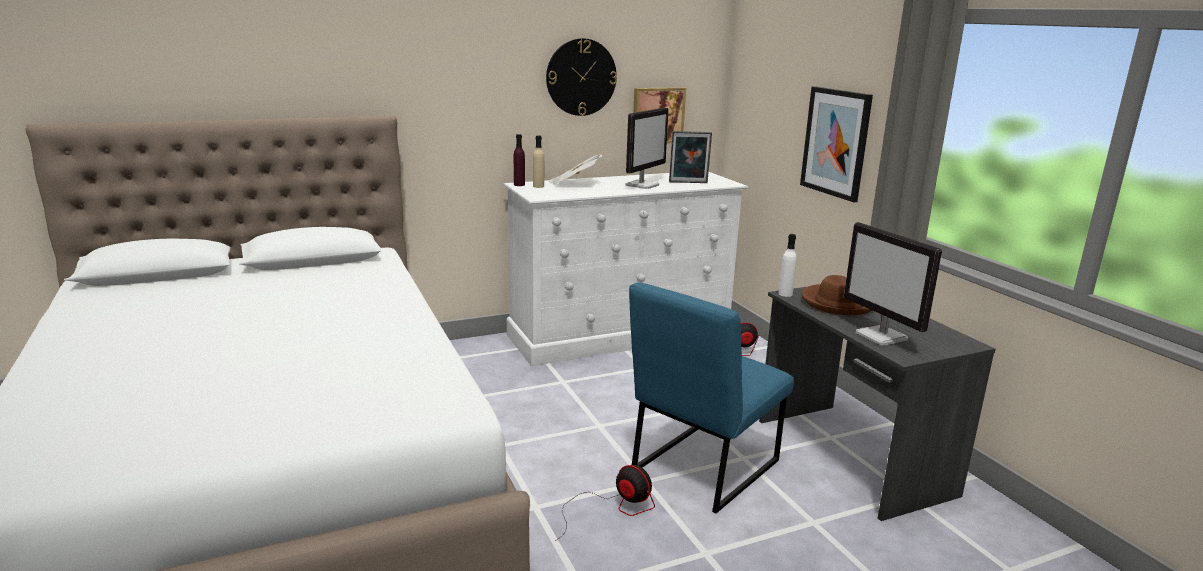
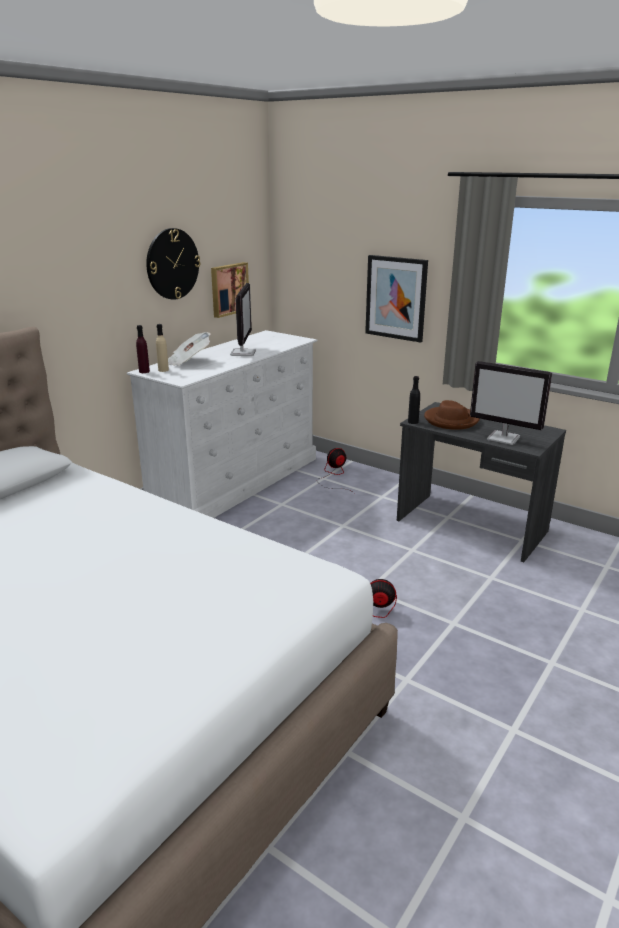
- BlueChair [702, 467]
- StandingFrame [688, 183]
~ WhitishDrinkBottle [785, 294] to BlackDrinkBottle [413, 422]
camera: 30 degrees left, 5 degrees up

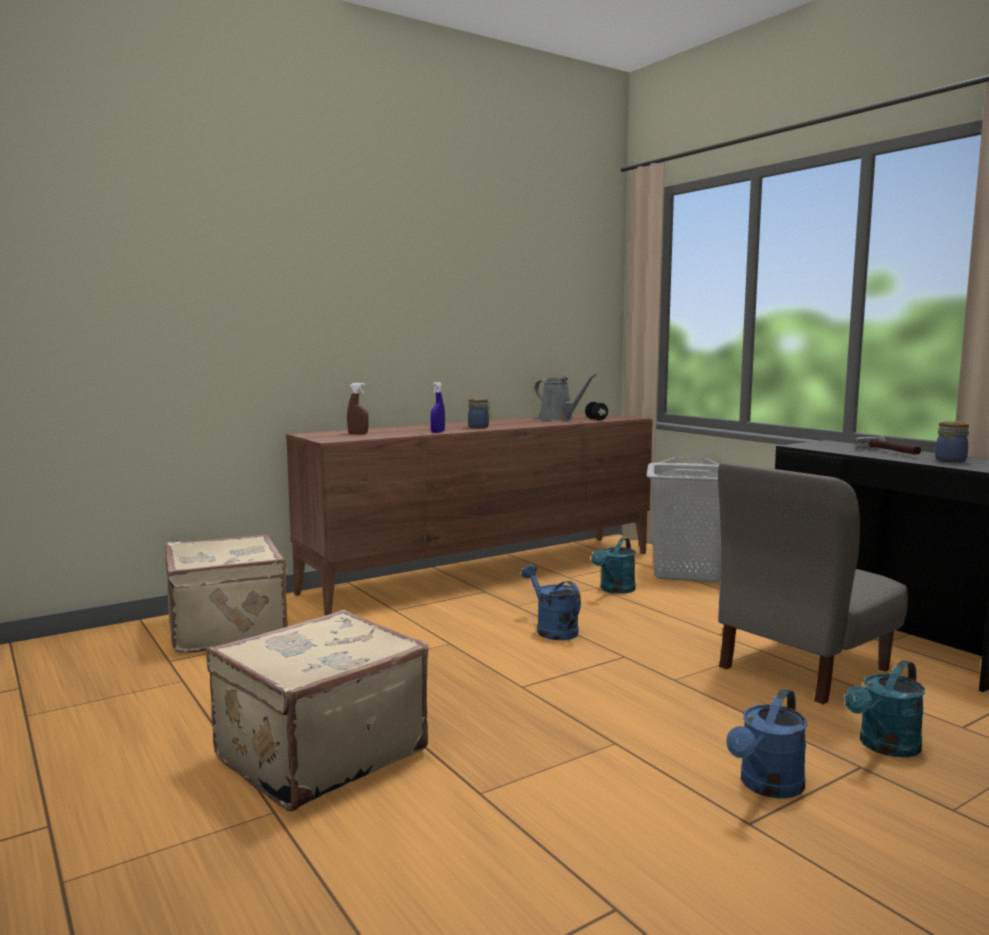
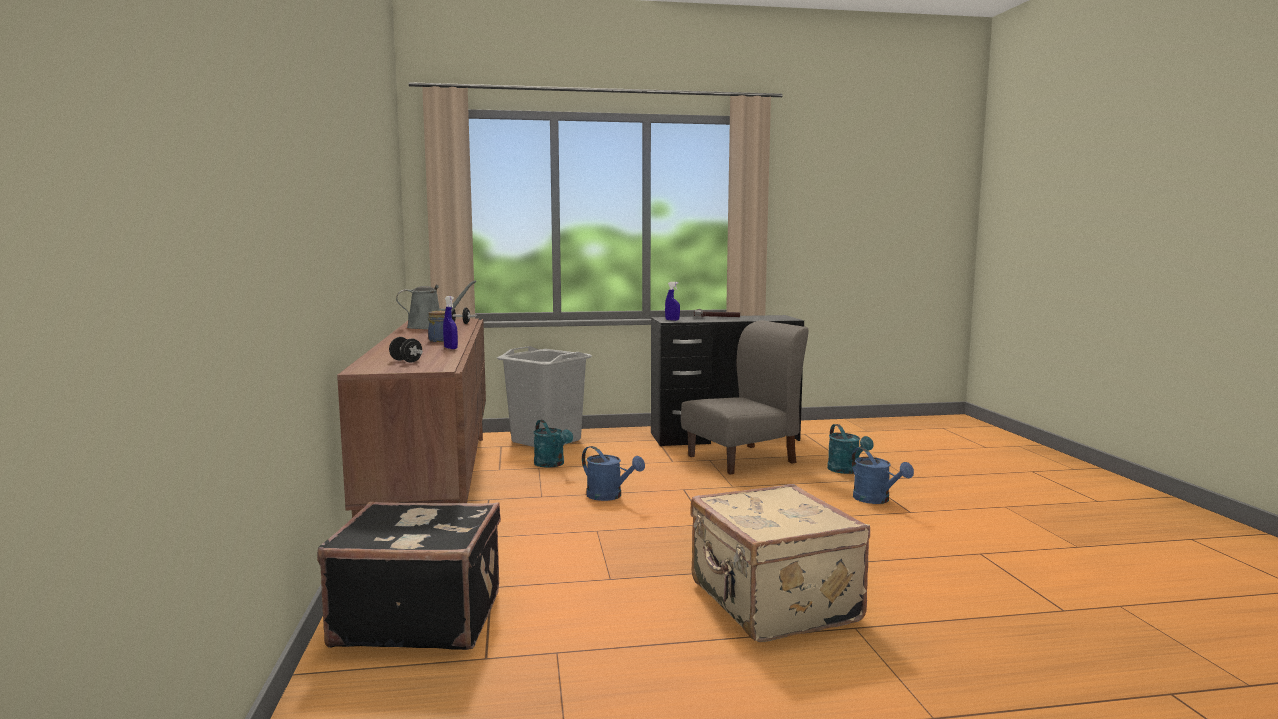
- StorageJar [951, 460]
+ BlueHandSprayer [672, 320]
~ BrownHandSprayer [358, 434] to BlackFreeWeight [406, 361]
~ BeigeColouredPieceOfLuggage [229, 627] to BlackPieceOfLuggage [419, 617]
~ BlueWateringCan [552, 629] = [609, 496] 135 degrees counterclockwise
~ GrayChair [801, 668] = [742, 459] 105 degrees counterclockwise
camera: 65 degrees left, 0 degrees up

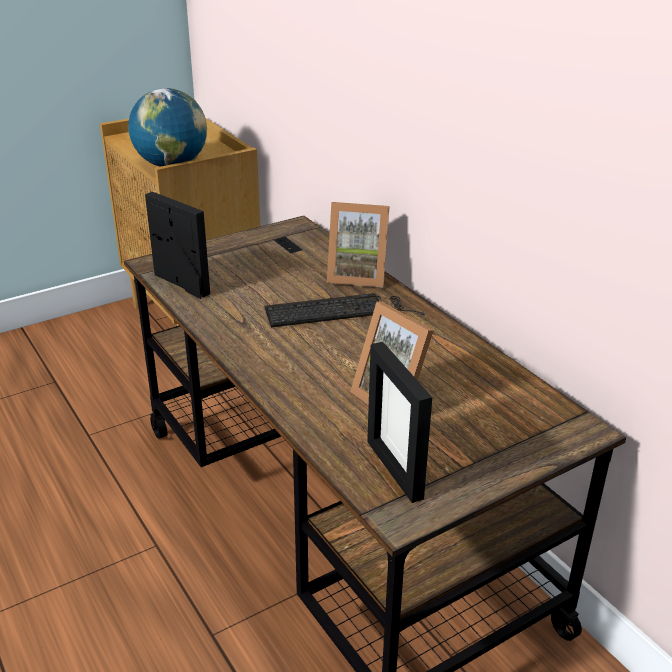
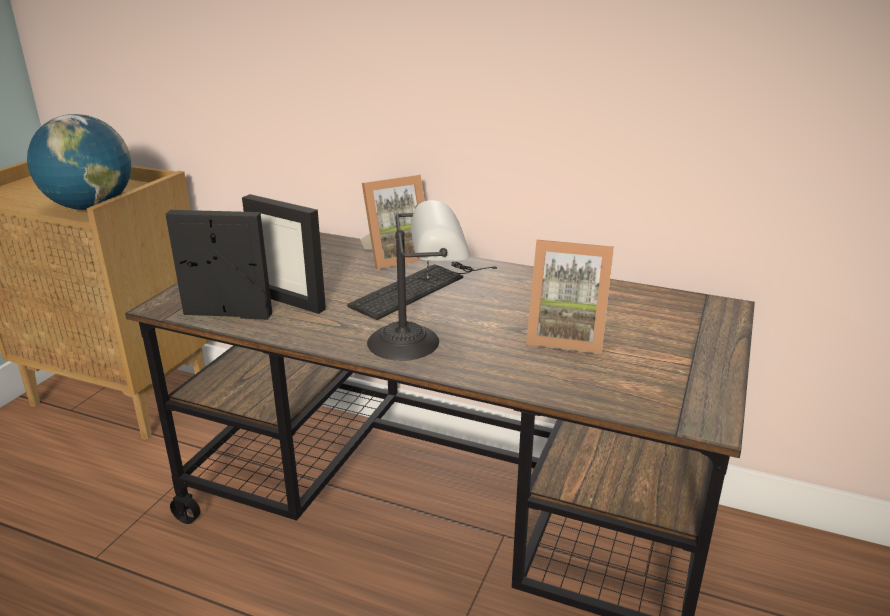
+ TabletopLamp [418, 340]
~ StandingFrame [396, 468] to [290, 300]
camera: 35 degrees left, 5 degrees down

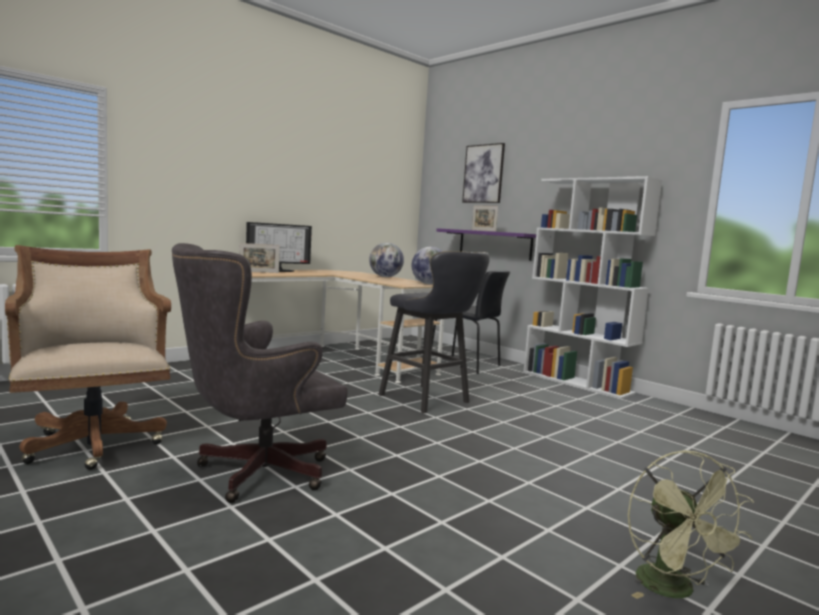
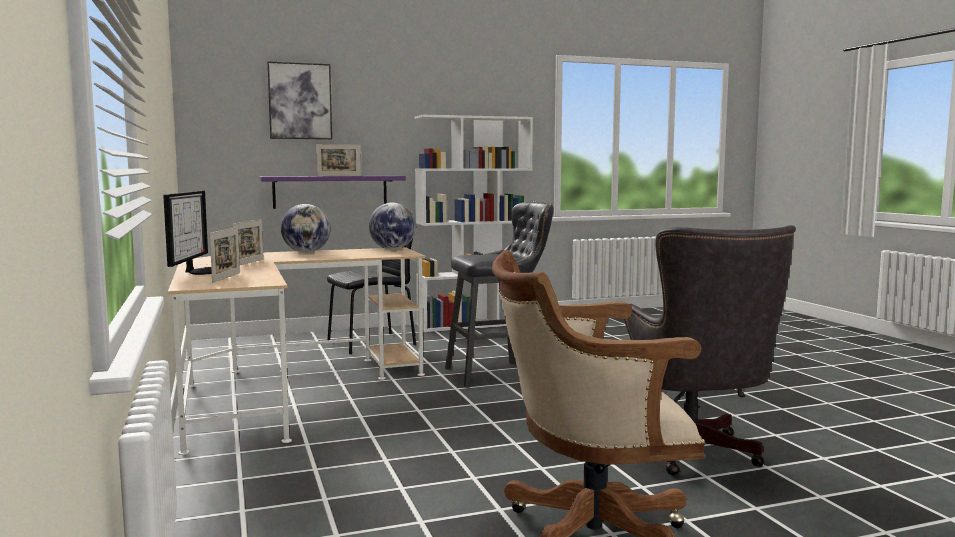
- GreenishCoolingFan [674, 591]
+ StandingFrame [249, 263]
camera: 65 degrees left, 0 degrees up

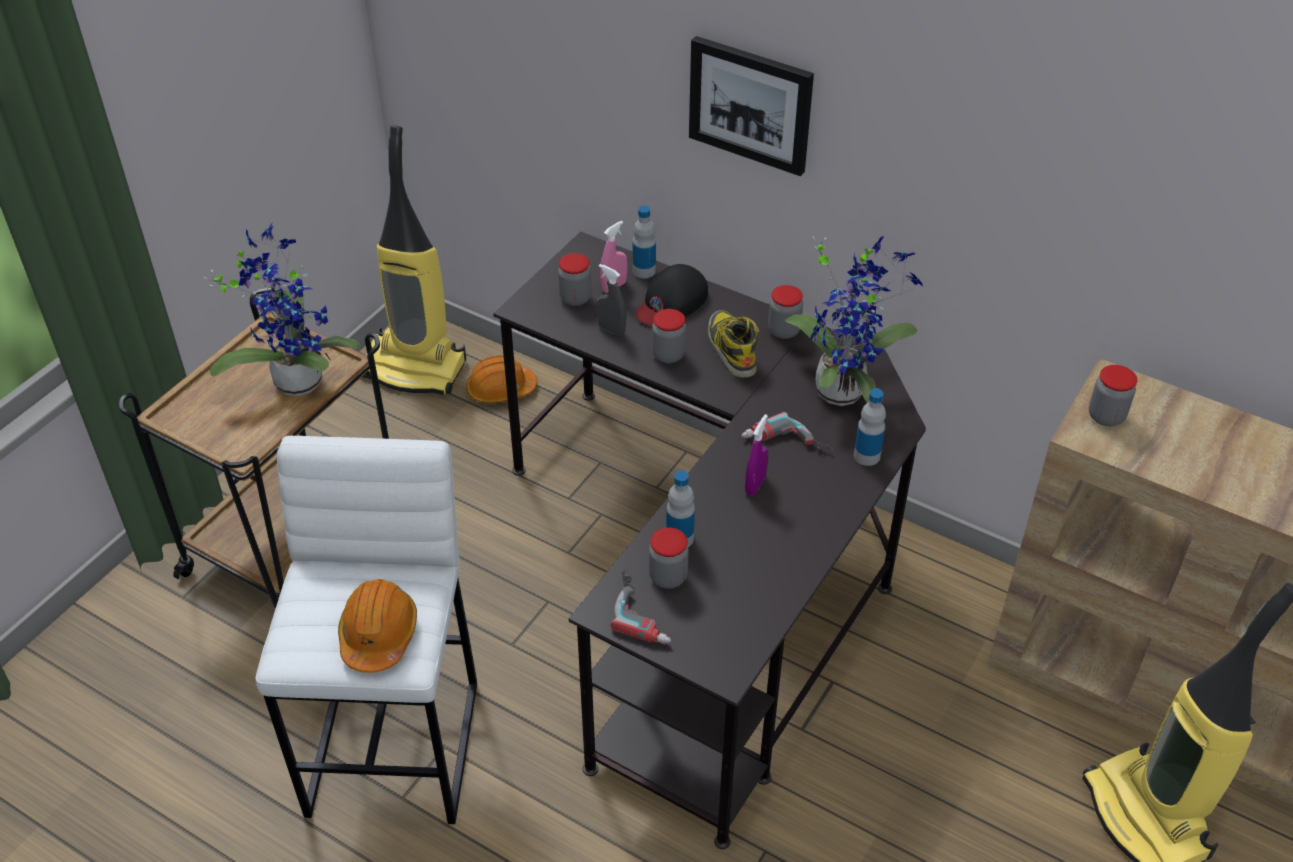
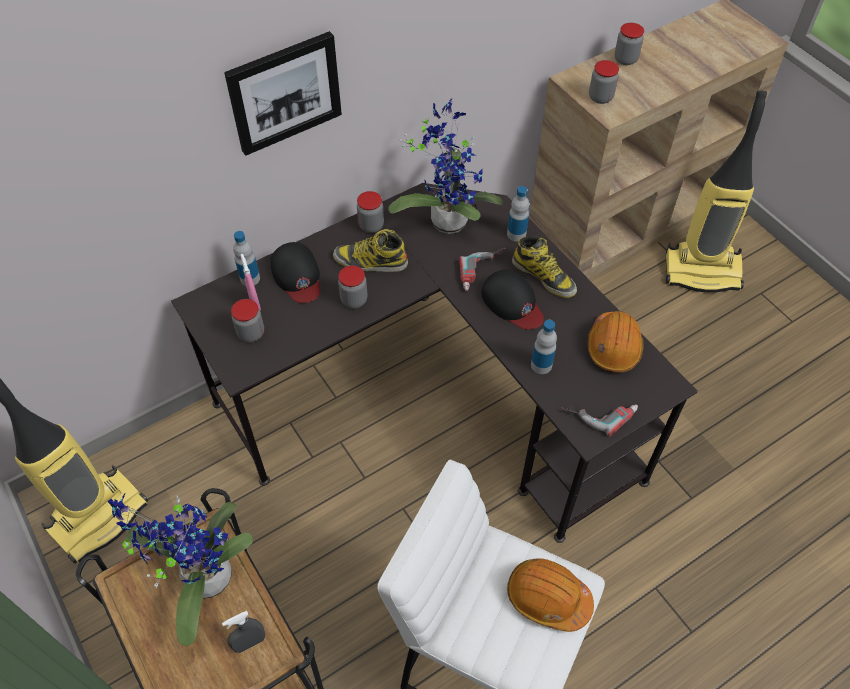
+ HighTopBoot [544, 276]
~ OrangeyWorkHelmet [501, 390] to [613, 347]
~ GrayHandSprayer [611, 329] to [250, 643]
~ StorageJar [668, 577] to [625, 59]
~ PurpleHandSprayer [755, 485] to BlackBaseballCap [512, 303]
camera: 65 degrees left, 10 degrees up

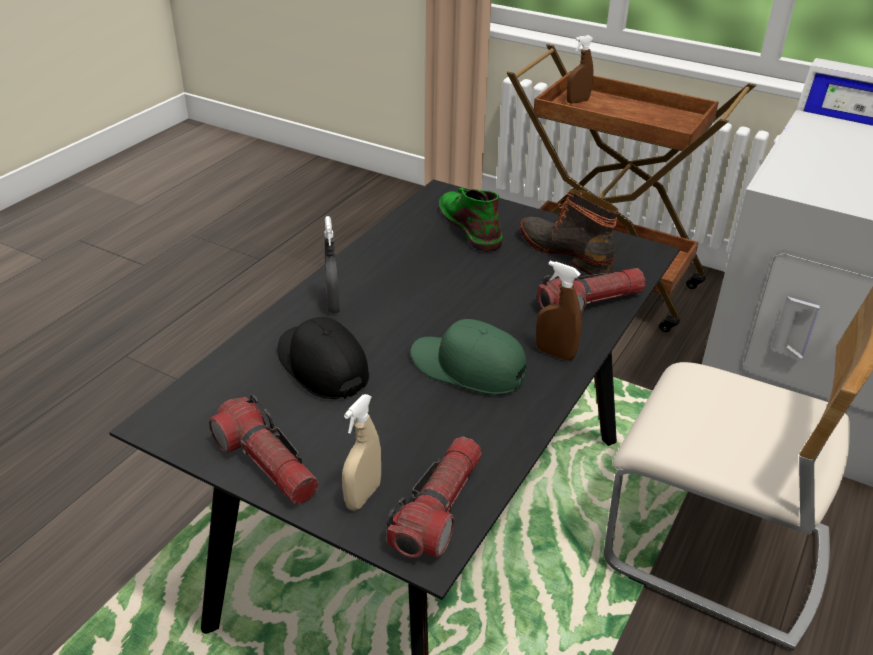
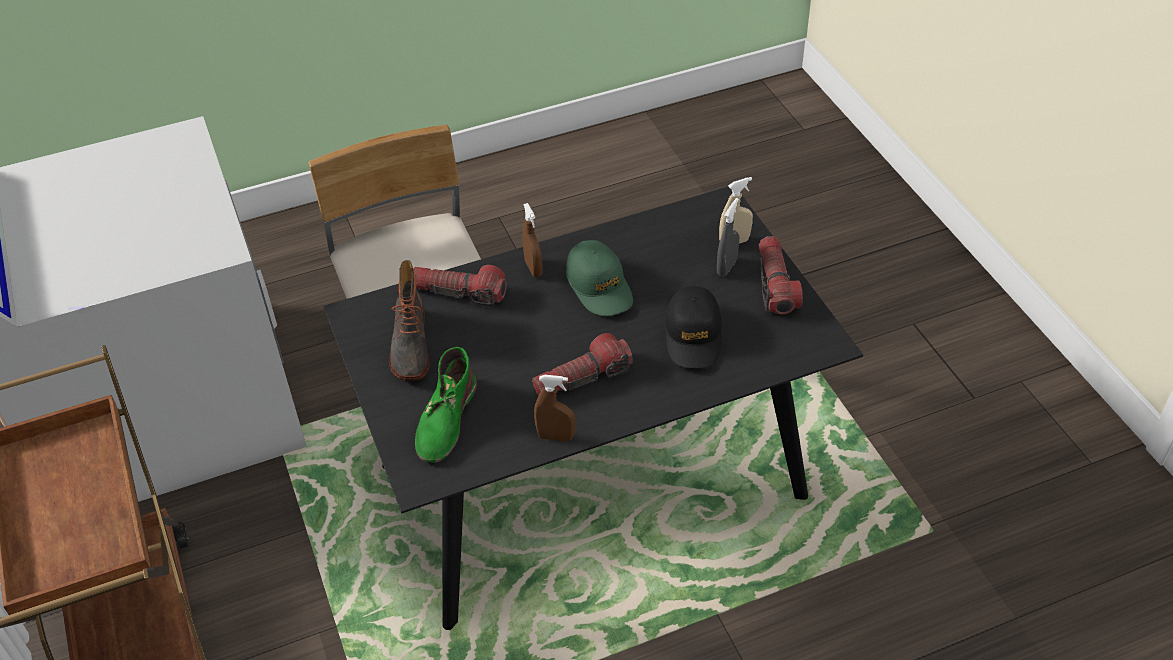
~ GrayHandSprayer [333, 304] to [726, 267]
~ Flashlight [439, 509] to [582, 378]
~ BrownHandSprayer [577, 101] to [556, 436]
camera: 140 degrees left, 10 degrees up

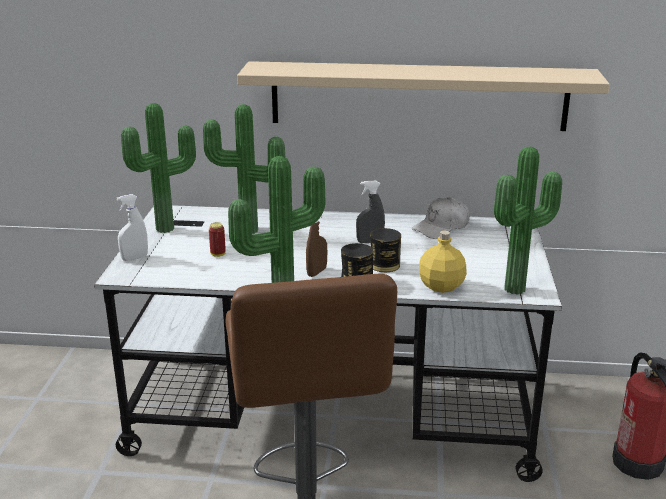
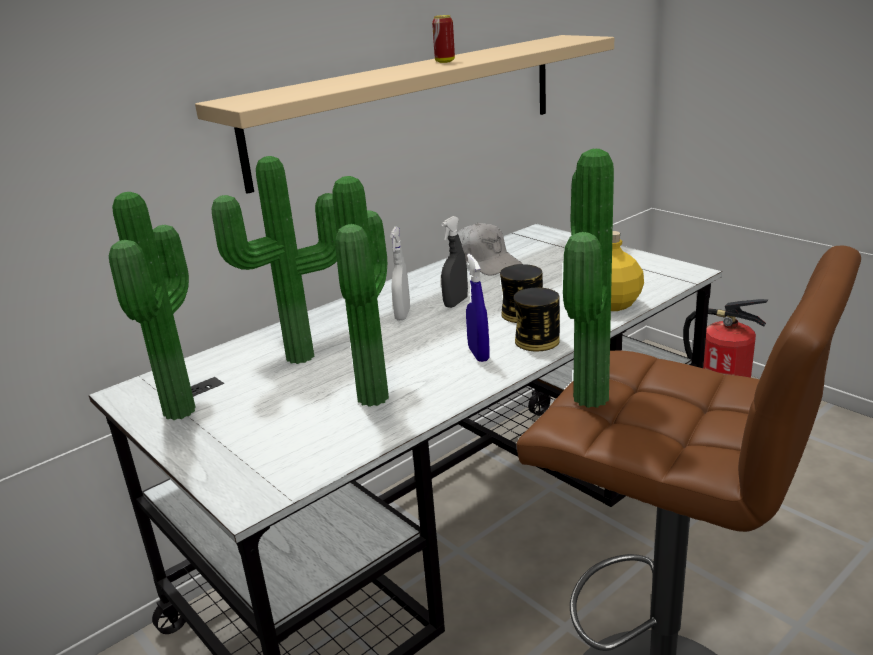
~ WhitishHandSprayer [134, 258] to [402, 315]
~ Can [218, 254] to [445, 61]
~ PlantInAPot [518, 290] to [379, 397]
~ BrownHandSprayer [316, 272] to BlueHandSprayer [478, 354]
~ WhitishBaseballCap [441, 227] = [485, 262] 45 degrees counterclockwise
camera: 45 degrees left, 0 degrees up

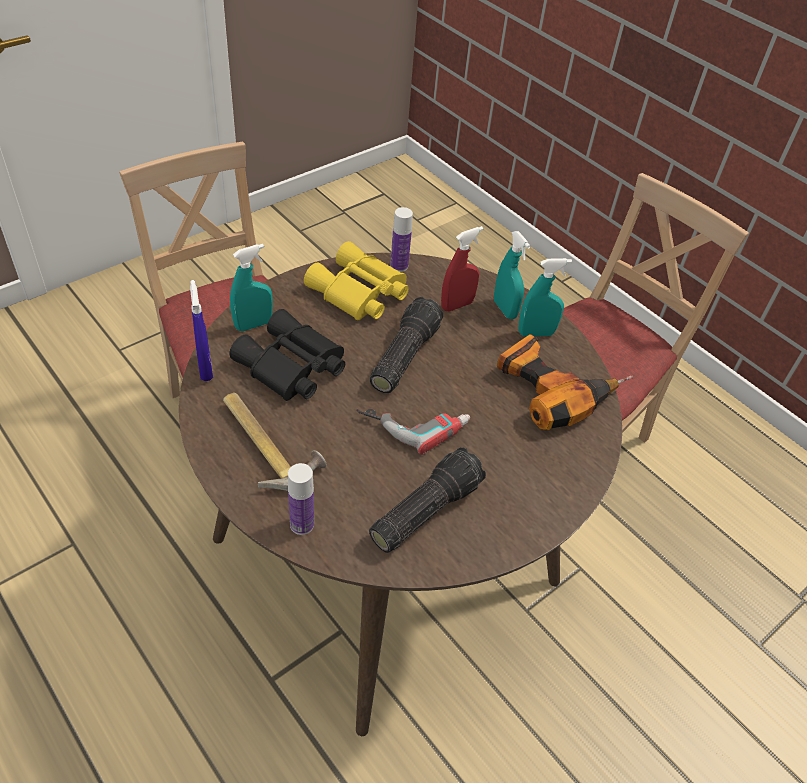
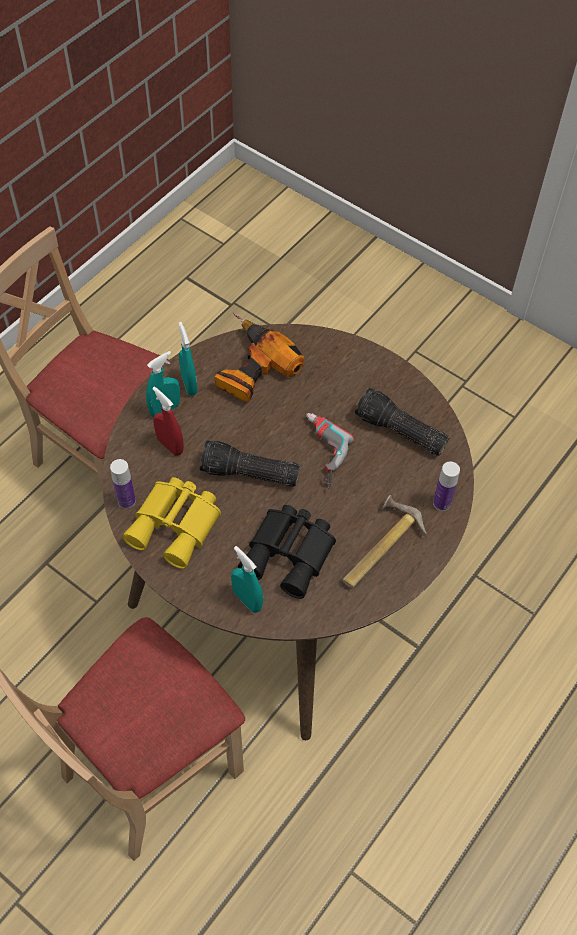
- BlueHandSprayer [205, 368]
camera: 100 degrees left, 10 degrees up

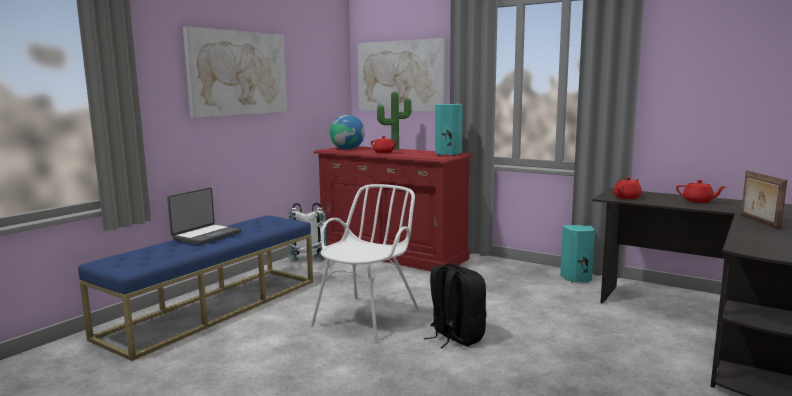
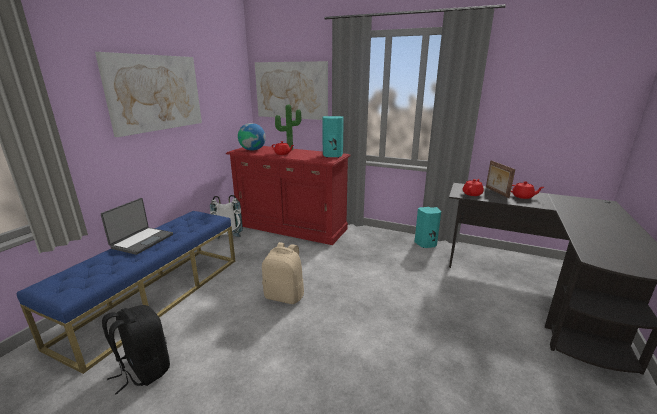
~ BlackBackpack [455, 337] to [144, 370]
~ StandingFrame [758, 222] to [496, 192]
~ WhitishChair [368, 316] to BeigeColouredBackpack [285, 296]
camera: 10 degrees left, 10 degrees up

